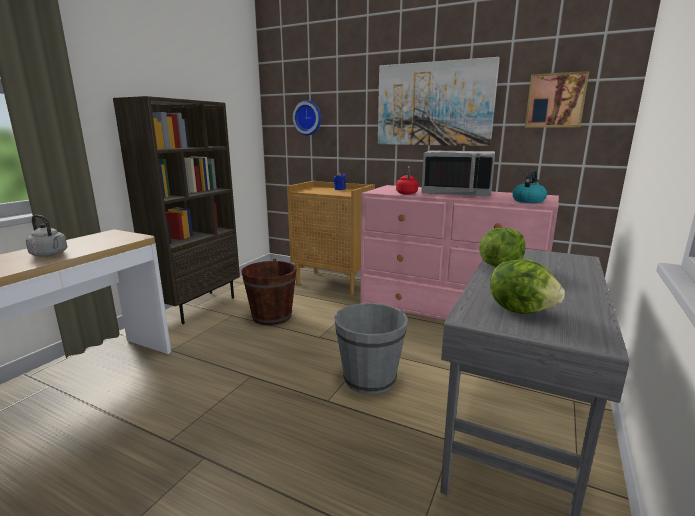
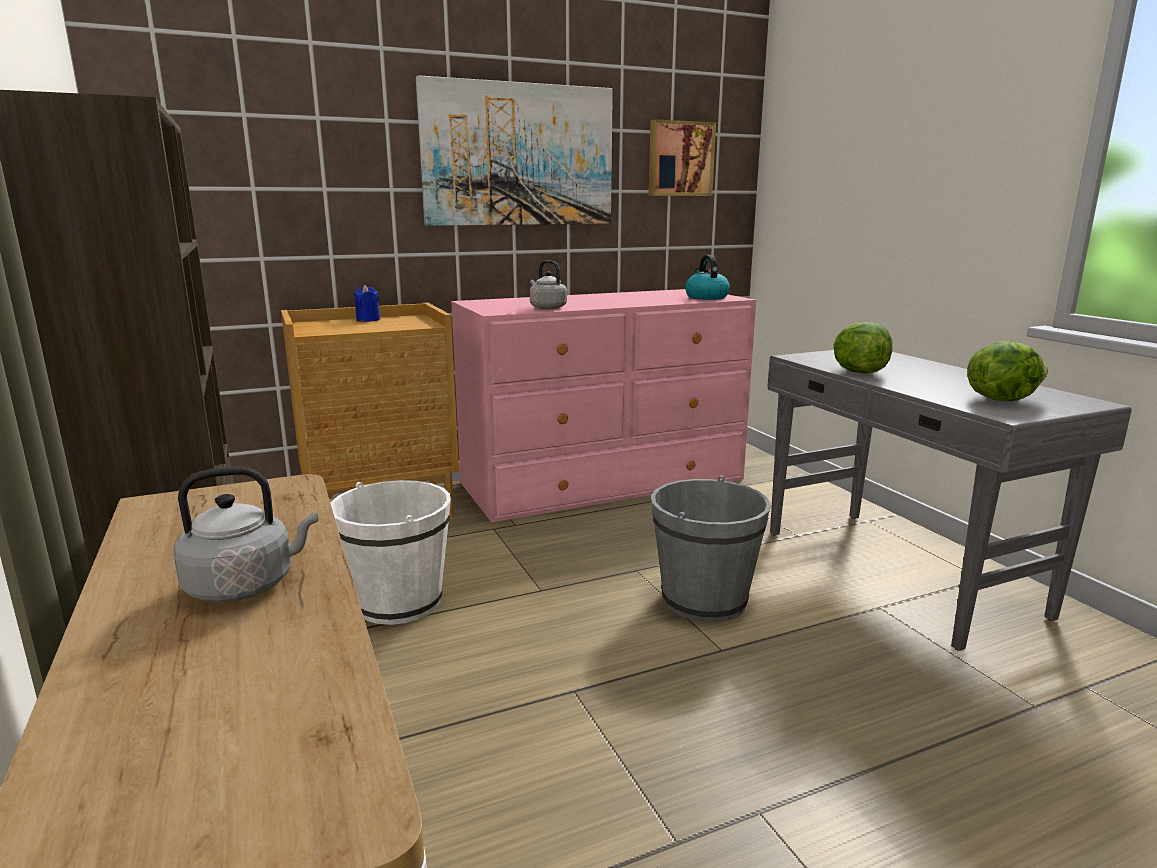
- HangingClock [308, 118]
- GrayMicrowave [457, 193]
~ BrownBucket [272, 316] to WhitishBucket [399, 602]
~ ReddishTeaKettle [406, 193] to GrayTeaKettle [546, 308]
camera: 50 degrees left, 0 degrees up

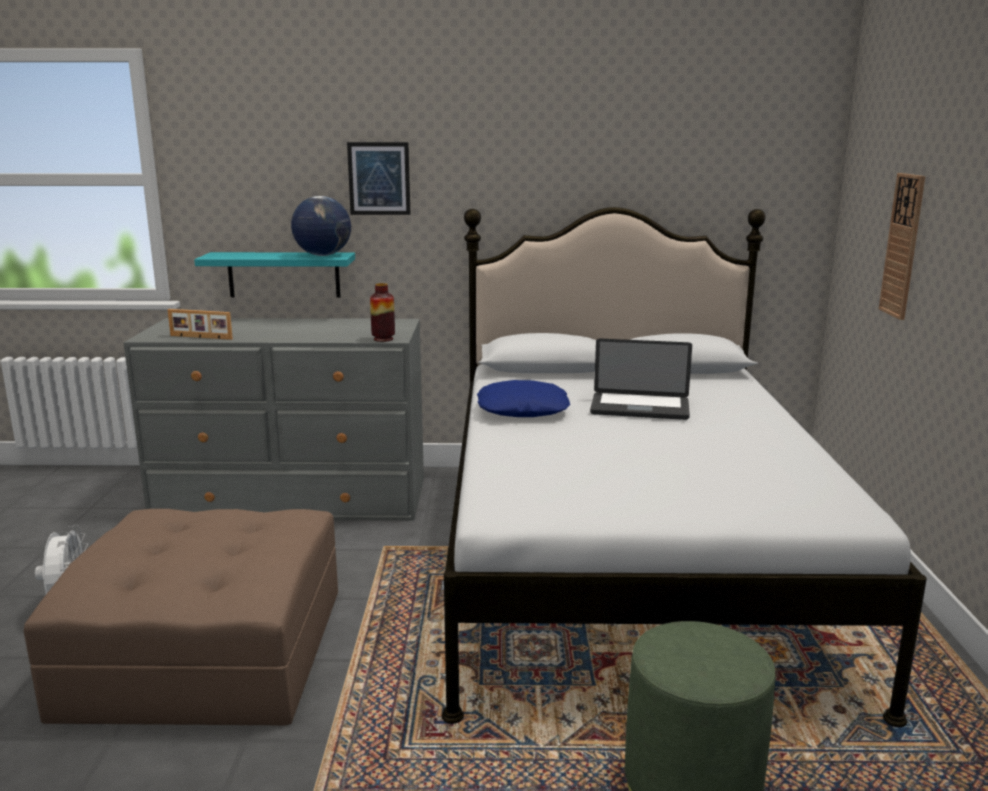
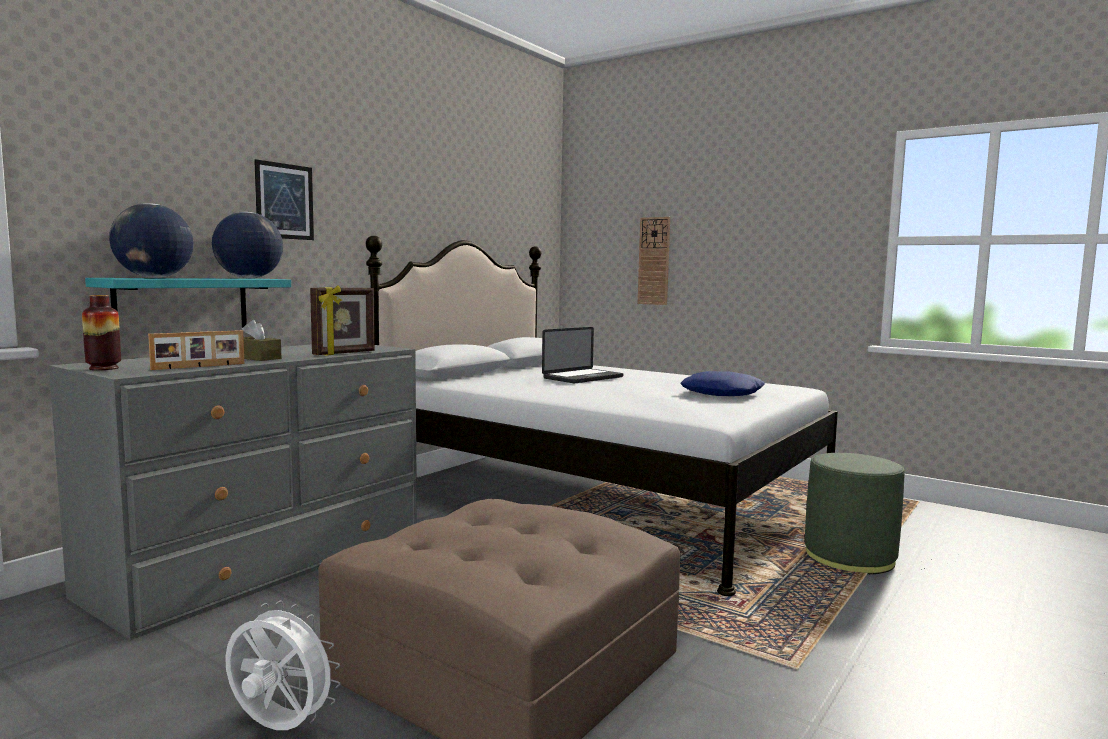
+ DeskGlobe [153, 278]
+ BrownTissueBox [257, 358]
+ StandingFrame [344, 353]
~ DecorativeVase [383, 339] to [104, 368]
~ BluePillow [523, 409] to [721, 393]
camera: 55 degrees left, 10 degrees down

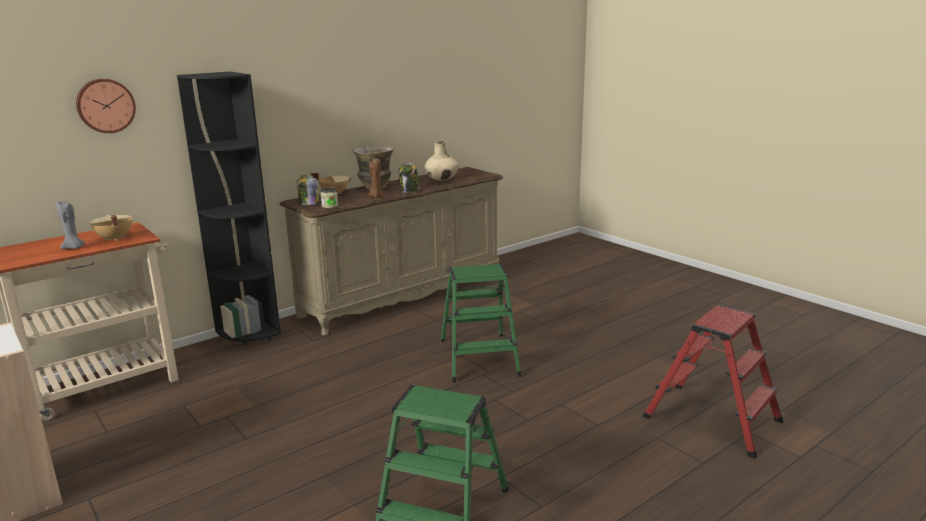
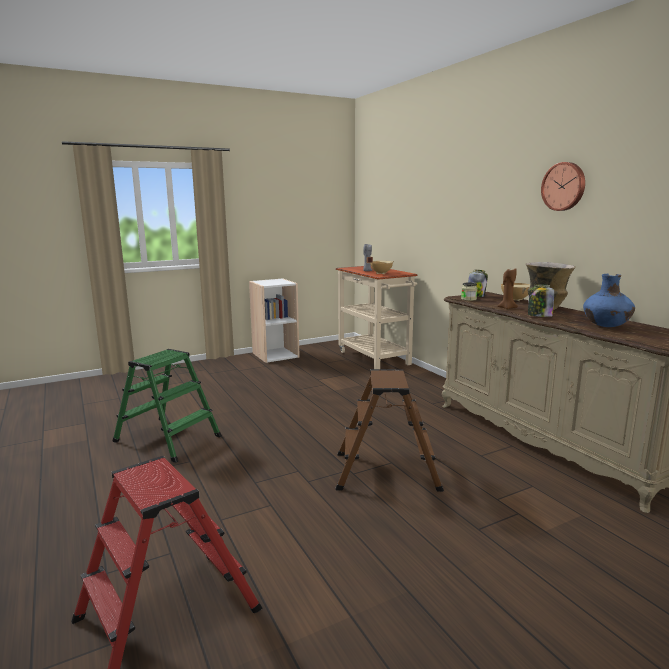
- BlackShelvingUnit [249, 338]
~ HangingClock [105, 105] to [564, 186]
~ BeigeColouredDecorativeVase [442, 180] to BlueDecorativeVase [606, 326]
~ GreenishStepLadder [478, 356] to BrownStepLadder [387, 471]
camera: 100 degrees right, 5 degrees down

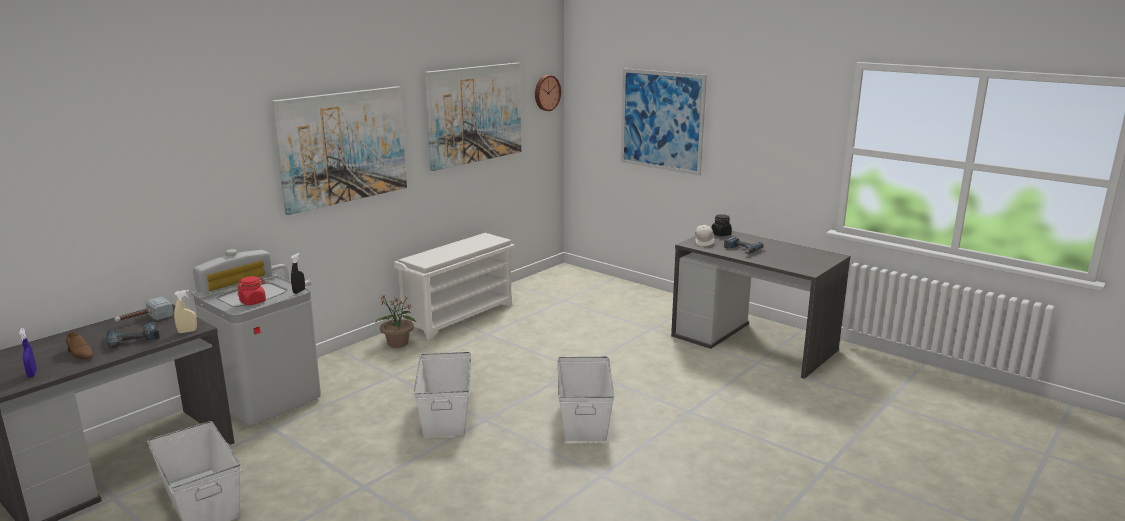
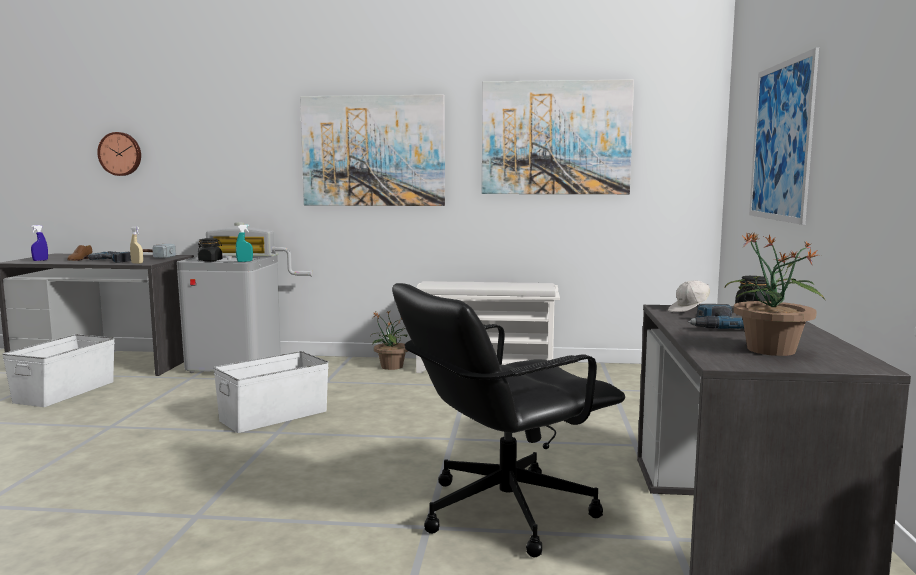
- WhitishStorageBox [584, 418]
+ BlackOfficeChair [504, 511]
+ PlantInAPot [770, 350]
~ HangingClock [546, 93] to [120, 154]
~ ReddishStorageJar [253, 302] to BlackStorageJar [210, 260]
~ BlackHandSprayer [299, 291] to TurquoiseHandSprayer [244, 261]
camera: 55 degrees right, 10 degrees down

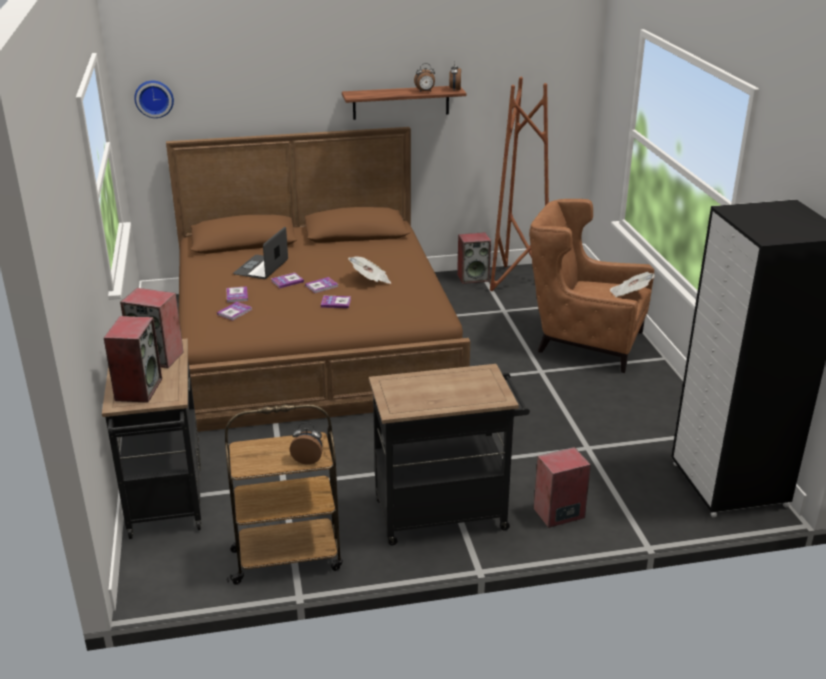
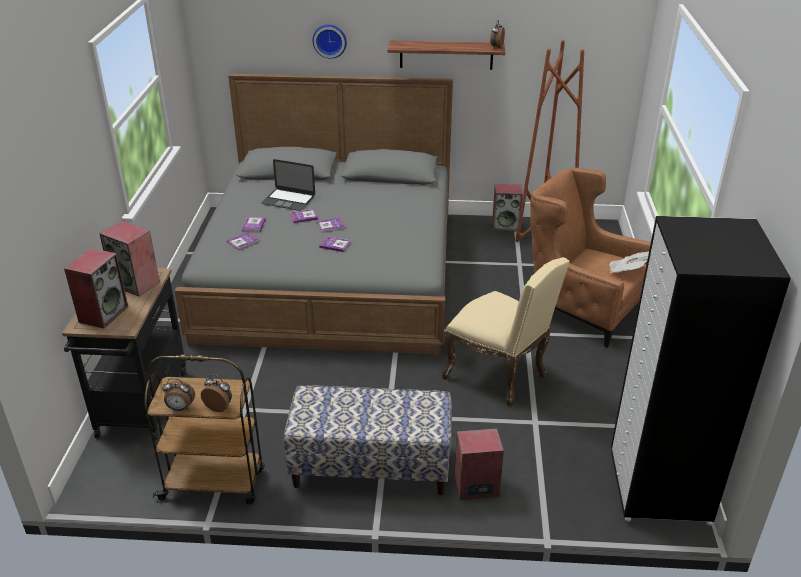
- PrintedPaper [370, 280]
+ BeigeColouredChair [498, 376]
~ HangingClock [154, 98] to [330, 40]
~ BedsideClock [425, 91] to [180, 408]
~ BlackTrolley [445, 515] to Bench [370, 467]
~ BrownBed [312, 343] to GrayBed [331, 272]
~ NotebookComputer [261, 267] = [288, 200] 105 degrees counterclockwise
camera: 15 degrees right, 5 degrees up

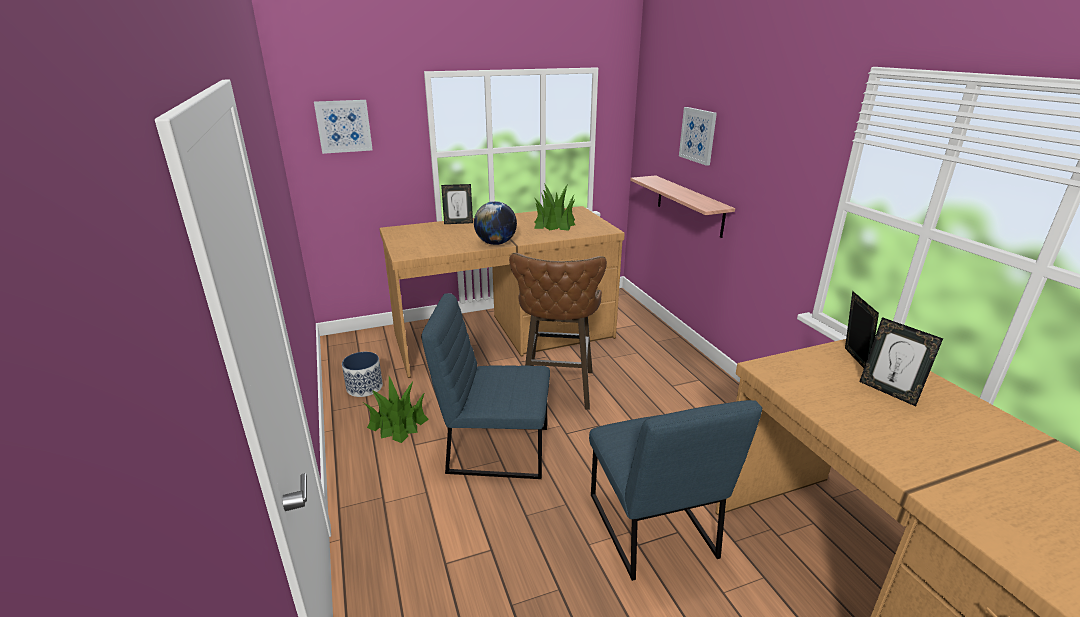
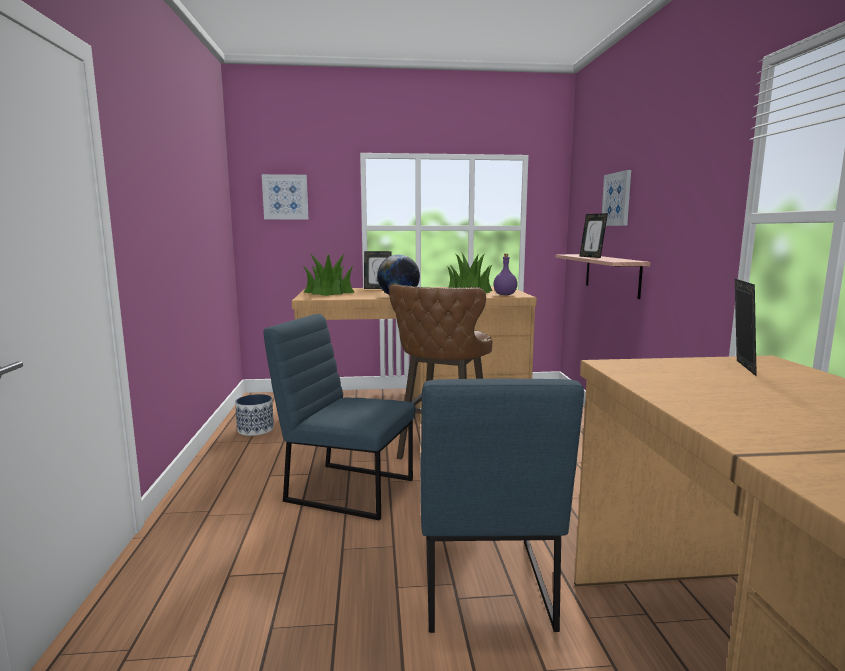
+ PurpleDrinkBottle [505, 294]
~ PlantInAPot [397, 423] to [328, 292]
~ StandingFrame [888, 392] to [591, 257]
camera: 15 degrees right, 15 degrees down

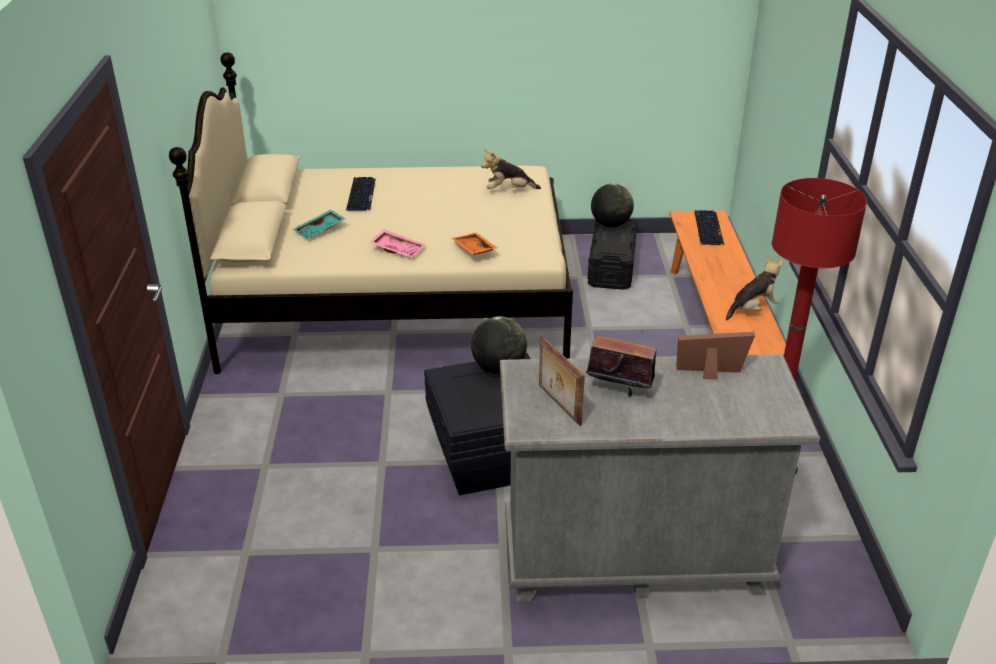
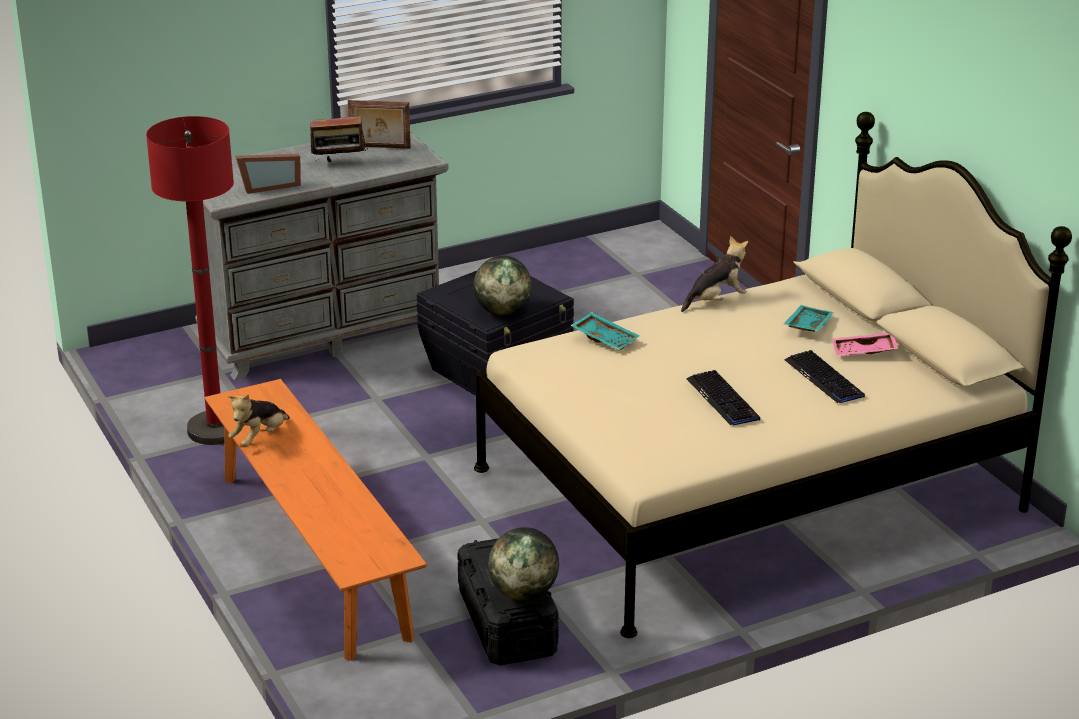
~ PinkishServingTray [398, 249] to [864, 352]
~ PlushToy [509, 190] to [716, 301]
~ Keyboard [708, 228] to [723, 399]
~ OrangeyServingTray [473, 249] to TurquoiseServingTray [605, 338]
~ StandingFrame [558, 405] = [380, 147] 150 degrees clockwise
camera: 155 degrees right, 5 degrees down

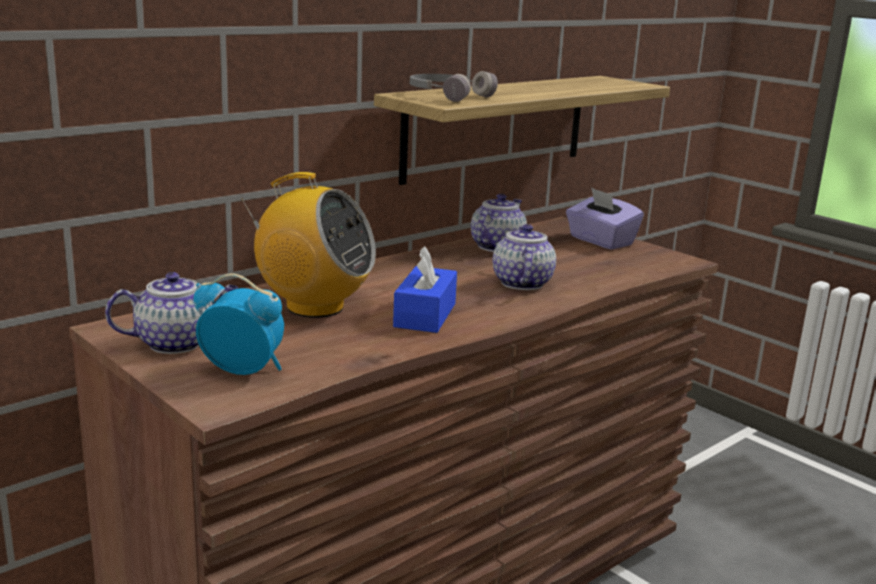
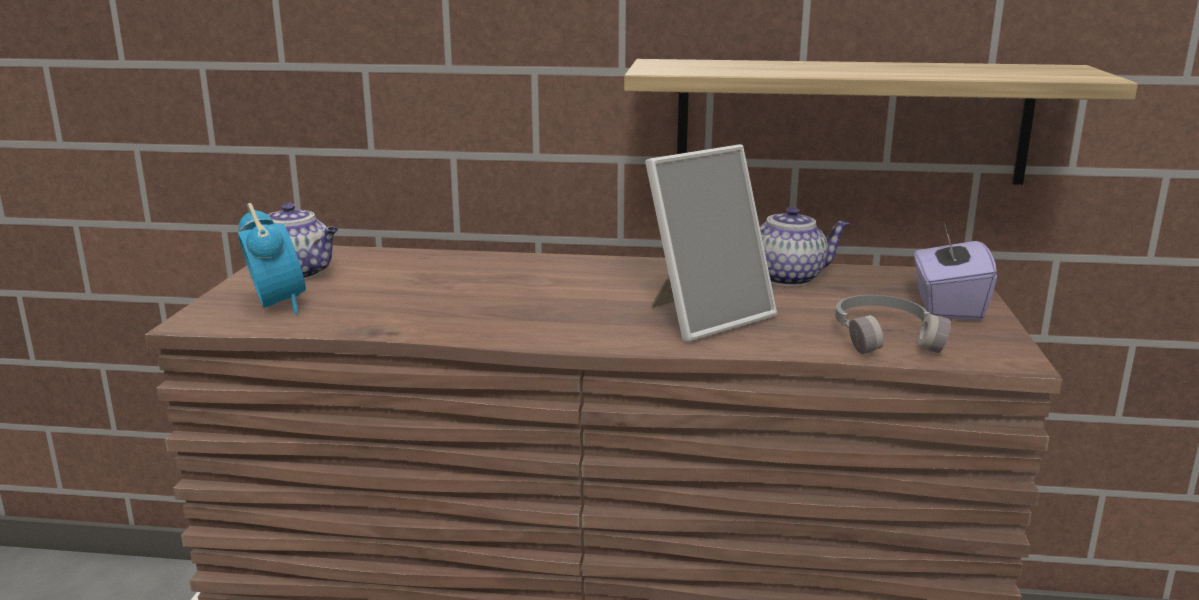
- Radio [314, 307]
- BlueTissueBox [425, 315]
~ GrayHeadphones [448, 96] to [885, 336]
~ PotForTea [521, 283] to StandingFrame [705, 317]
camera: 50 degrees right, 0 degrees up

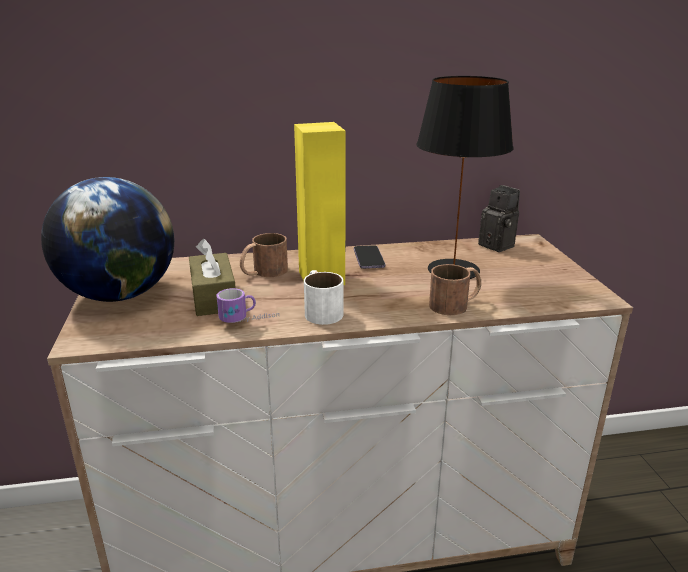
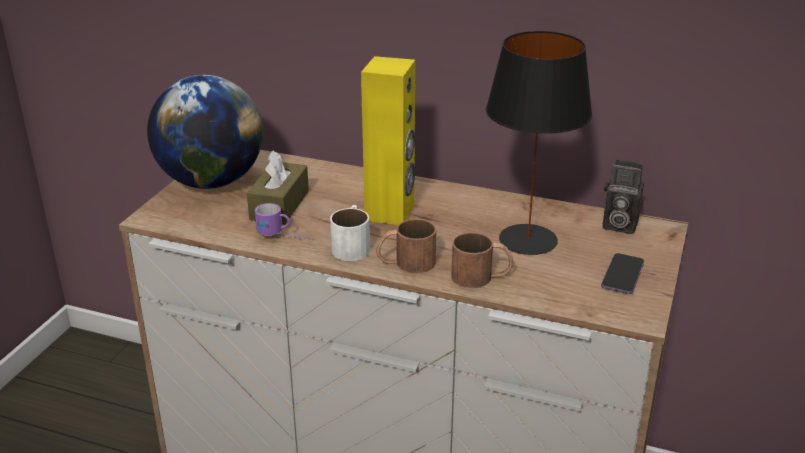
~ BrownTeaMug [263, 272] to [405, 263]
~ Handset [368, 258] to [622, 275]
~ StillCamera [499, 245] = [617, 225] 120 degrees clockwise
camera: 30 degrees right, 5 degrees up

